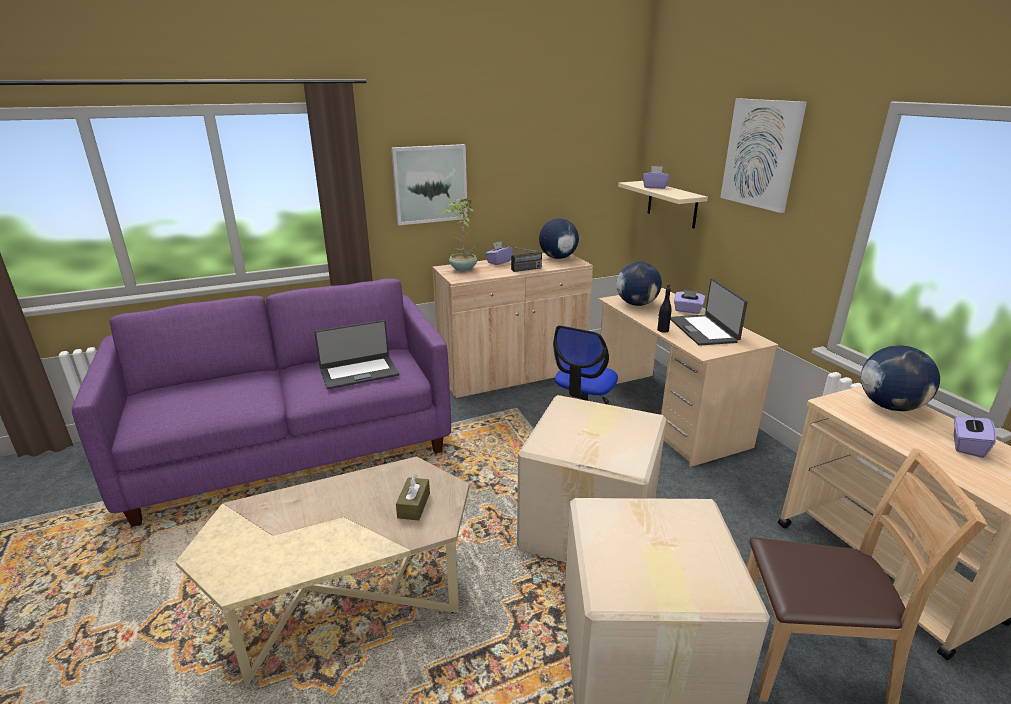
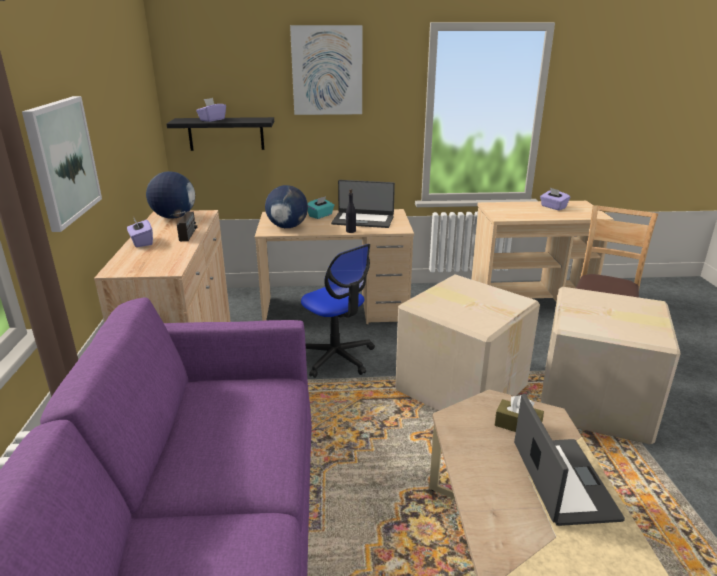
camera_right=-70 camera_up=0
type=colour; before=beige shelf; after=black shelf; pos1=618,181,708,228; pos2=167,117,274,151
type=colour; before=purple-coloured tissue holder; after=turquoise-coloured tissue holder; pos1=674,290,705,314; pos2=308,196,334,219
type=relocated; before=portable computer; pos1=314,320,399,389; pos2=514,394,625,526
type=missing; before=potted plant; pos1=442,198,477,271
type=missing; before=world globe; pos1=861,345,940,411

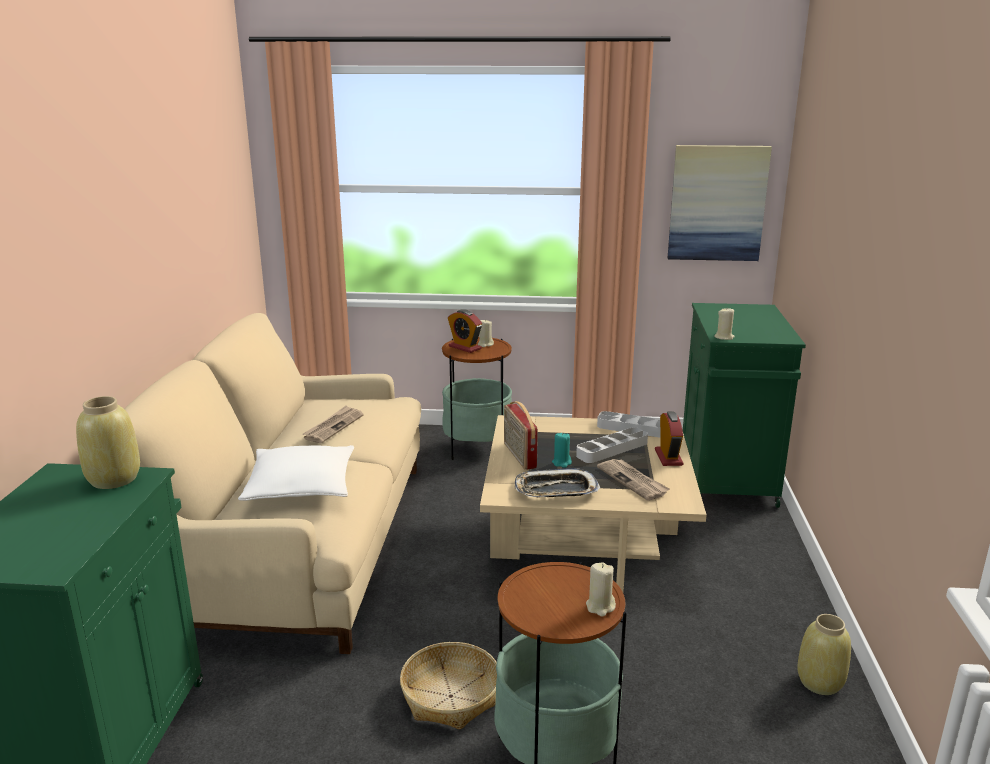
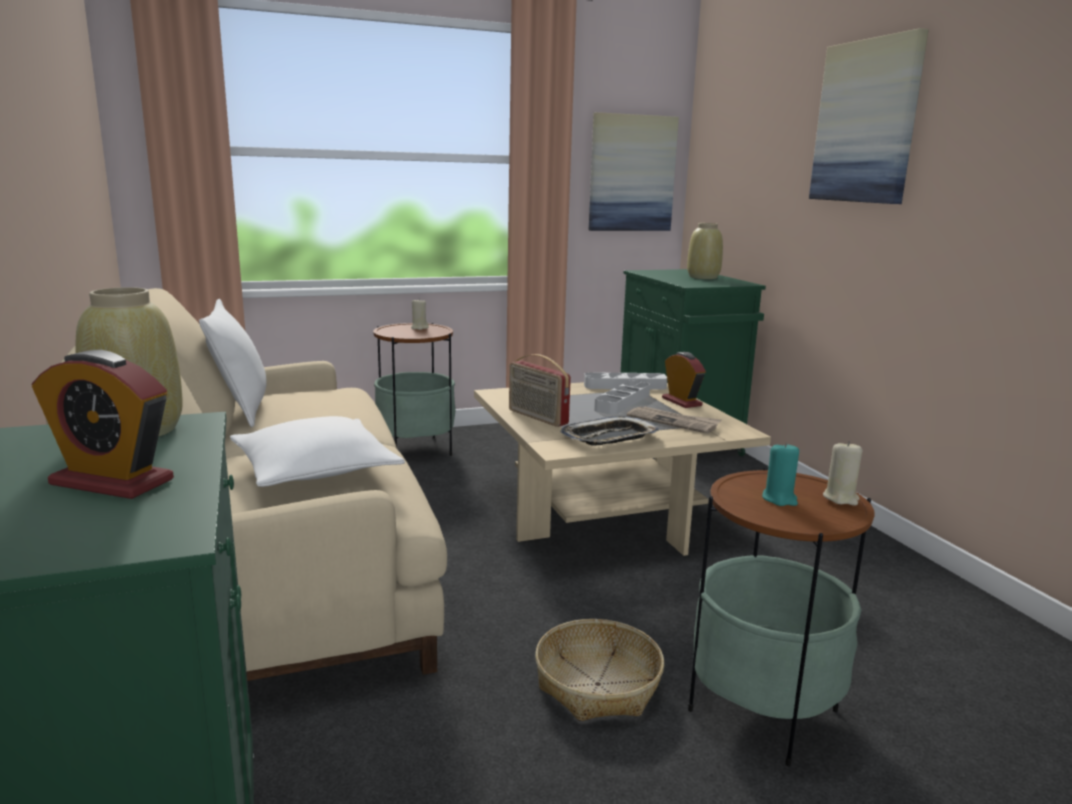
camera_right=-25 camera_up=-5
type=relocated; before=alarm clock; pos1=448,309,482,353; pos2=32,350,174,499
type=appeared; after=whitish cushion; pos2=199,299,267,427
type=relocated; before=beige flower vase; pos1=797,614,851,695; pos2=687,223,723,279
type=relocated; before=turquoise-coloured wax candle; pos1=552,432,572,468; pos2=762,442,799,506
type=appeared; after=wall art; pos2=809,28,929,204
type=missing; before=newspaper; pos1=302,405,363,443
type=missing; before=beige wax candle; pos1=714,307,735,340

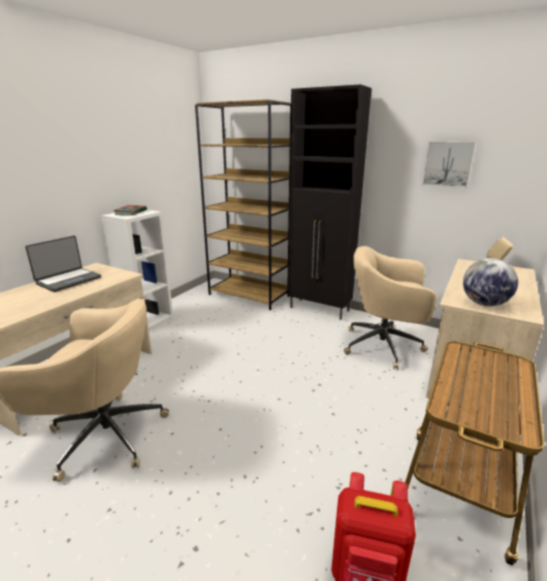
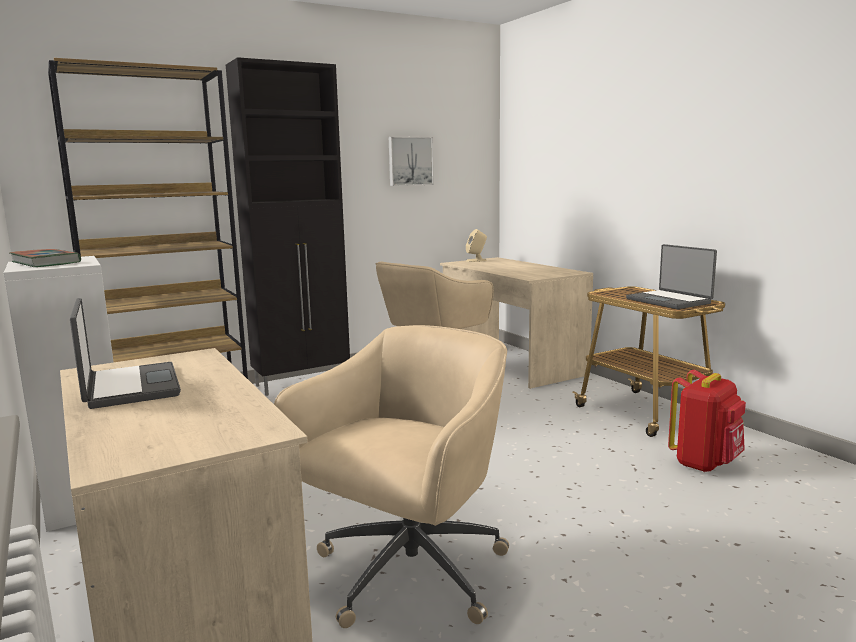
camera_right=-60 camera_up=-10
type=appeared; after=portable computer; pos2=626,244,717,309
type=missing; before=world globe; pos1=463,258,518,306

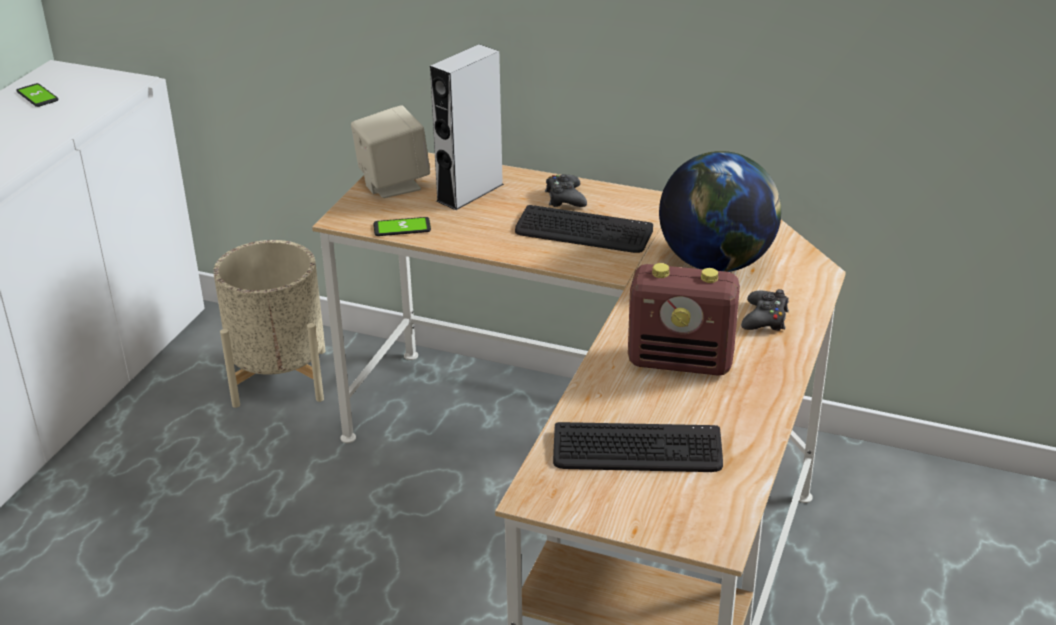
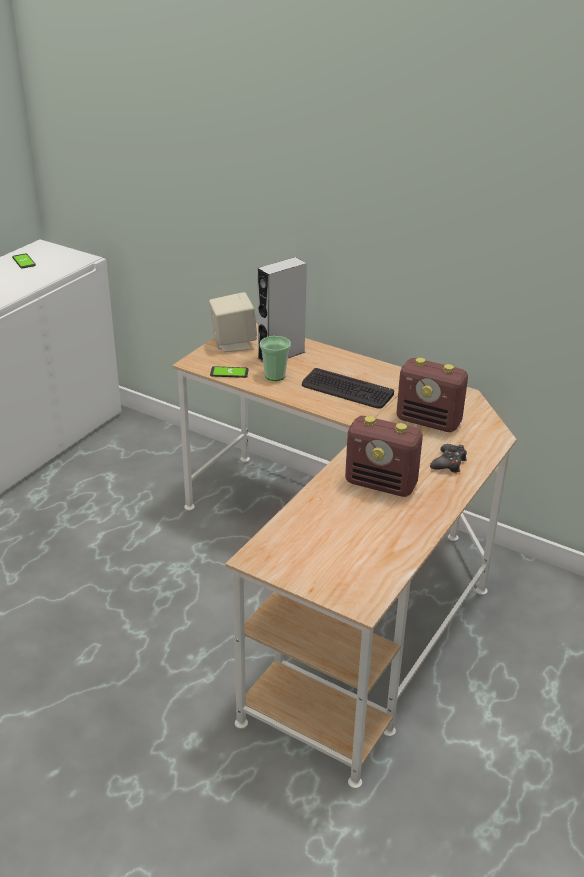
camera_right=10 camera_up=0
type=appeared; after=cup; pos2=260,336,291,381
type=exchanged; before=world globe; after=radio receiver; pos1=659,151,781,272; pos2=396,358,468,432
type=missing; before=beige planter; pos1=213,240,326,408
type=missing; before=black gamepad; pos1=545,174,587,207
type=missing; before=PC keyboard; pos1=553,422,723,472

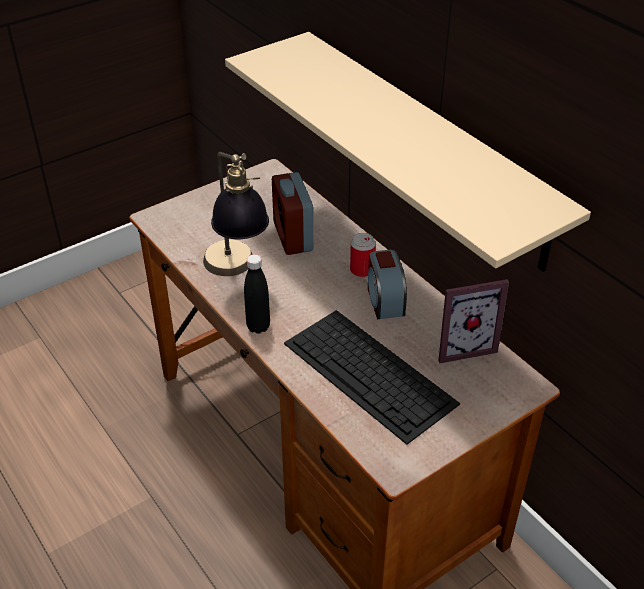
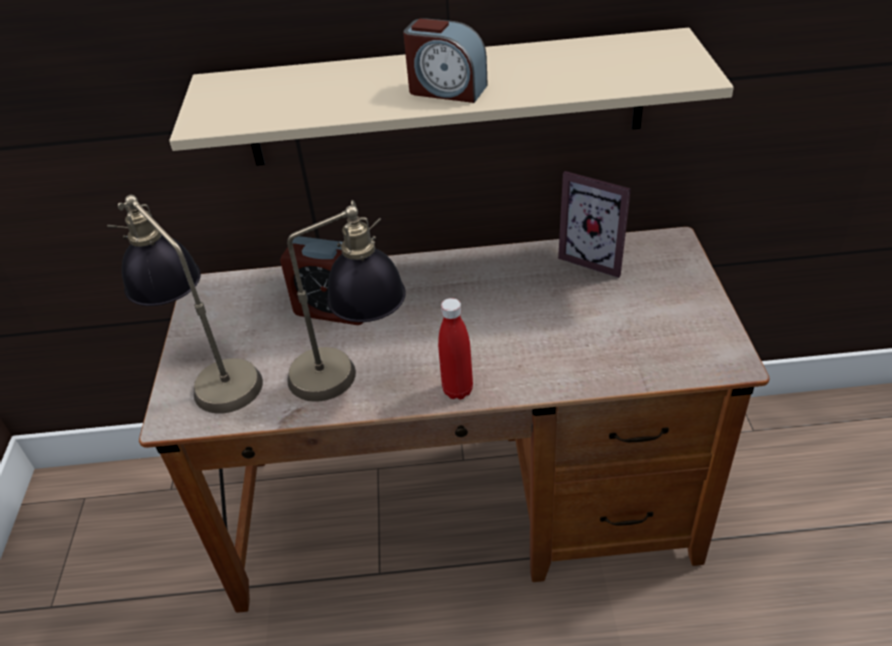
camera_right=-55 camera_up=0
type=appeared; after=table lamp; pos2=107,195,263,414
type=relocated; before=alarm clock; pos1=368,250,407,319; pos2=403,18,488,103
type=colour; before=black drink bottle; after=red-coloured drink bottle; pos1=244,254,270,334; pos2=438,298,473,400
type=spun; before=standing frame; pos1=438,279,509,363; pos2=558,171,631,278; turn=105
type=missing; before=PC keyboard; pos1=284,310,460,445
type=missing; before=sealed can; pos1=350,233,376,277

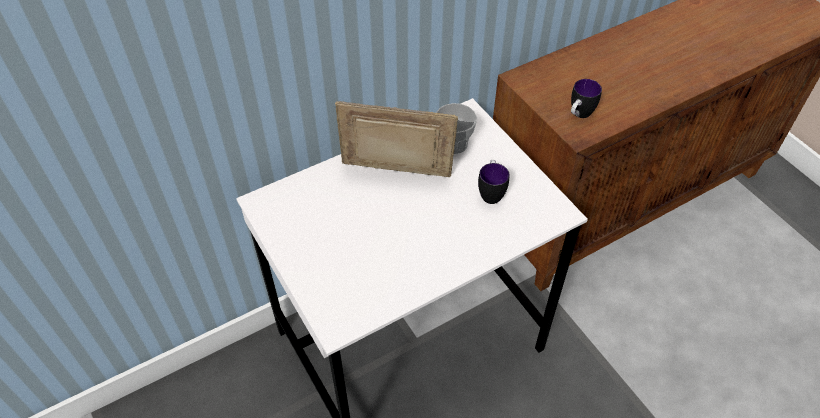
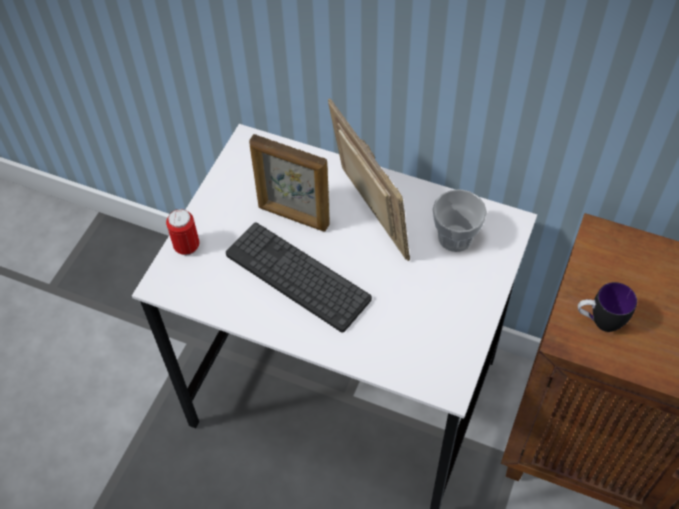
camera_right=55 camera_up=5
type=appeared; after=sealed can; pos2=166,209,200,255
type=appeared; after=PC keyboard; pos2=226,222,372,333
type=appeared; after=standing frame; pos2=249,134,330,231
type=missing; before=tea mug; pos1=478,160,510,204

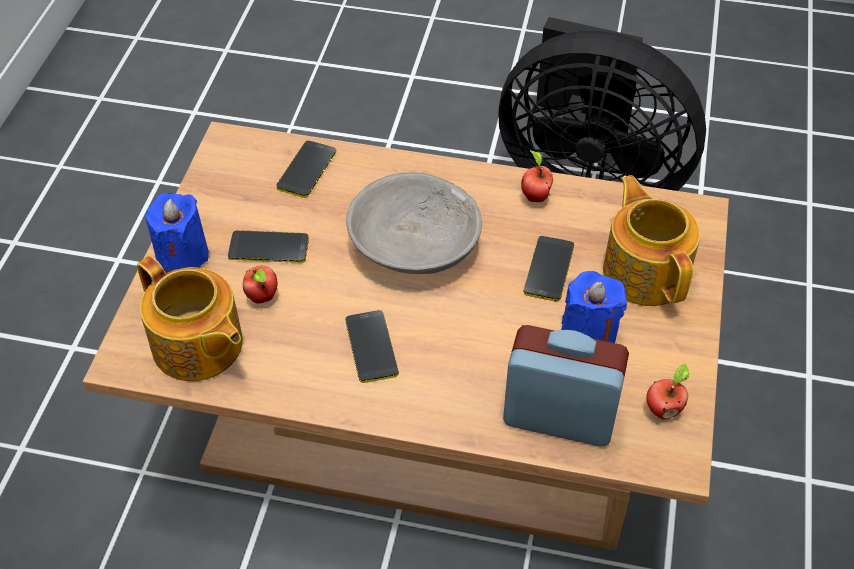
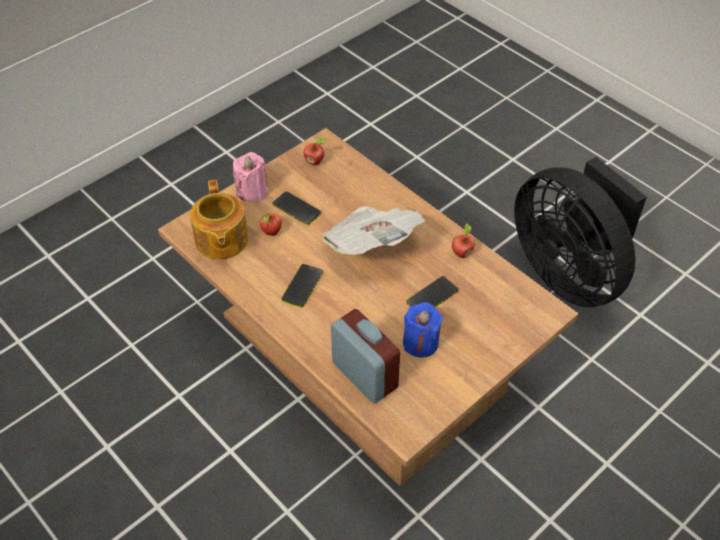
camera_right=35 camera_up=0
type=colour; before=bluish wax candle; after=pinkish wax candle; pos1=145,193,209,273; pos2=233,152,268,202
type=relocated; before=whole apple; pos1=646,364,689,419; pos2=303,137,327,165
type=exchanged; before=grey bowl; after=newspaper; pos1=346,172,482,274; pos2=320,206,425,255
type=missing; before=handset; pos1=276,141,336,198
type=missing; before=tea pot; pos1=603,175,700,306

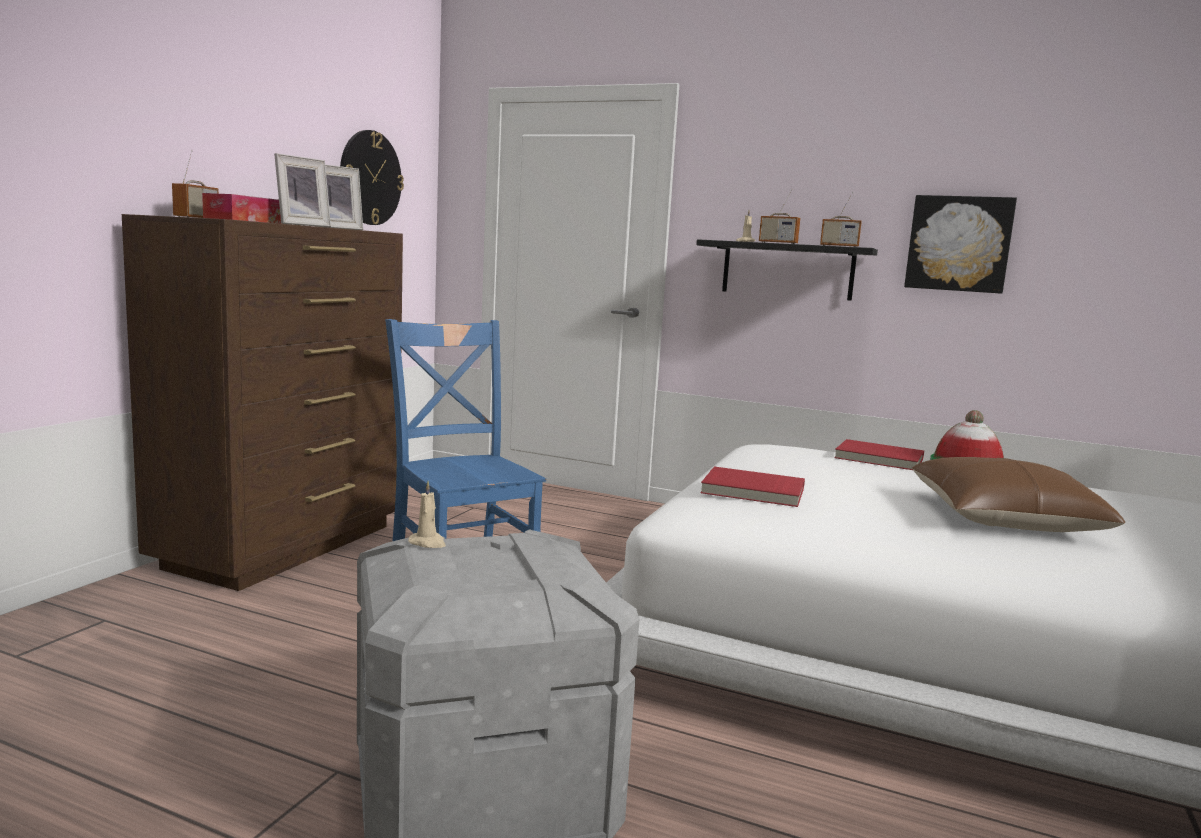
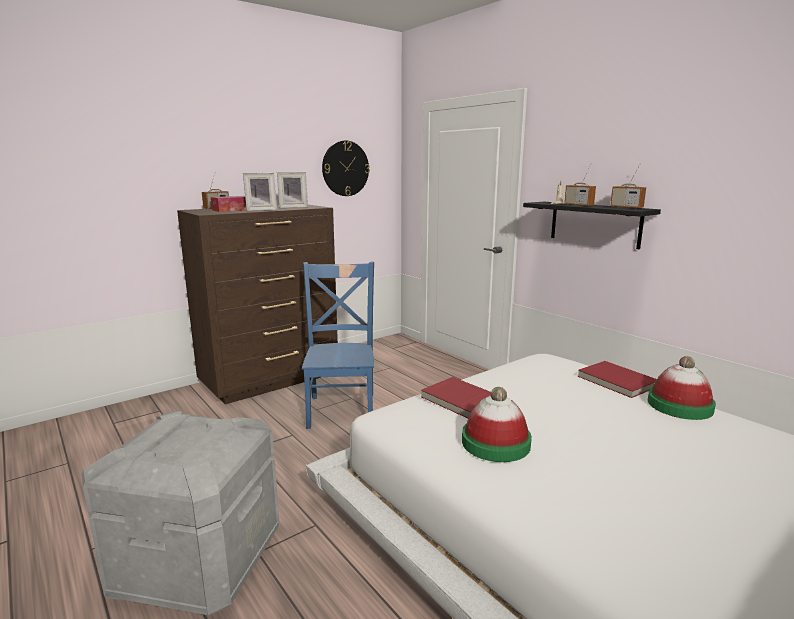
camera_right=30 camera_up=5
type=appeared; after=hat; pos2=462,387,532,462
type=missing; before=beige wax candle; pos1=408,481,446,548
type=missing; before=wall art; pos1=904,195,1017,294
type=missing; before=brown cushion; pos1=912,457,1126,532

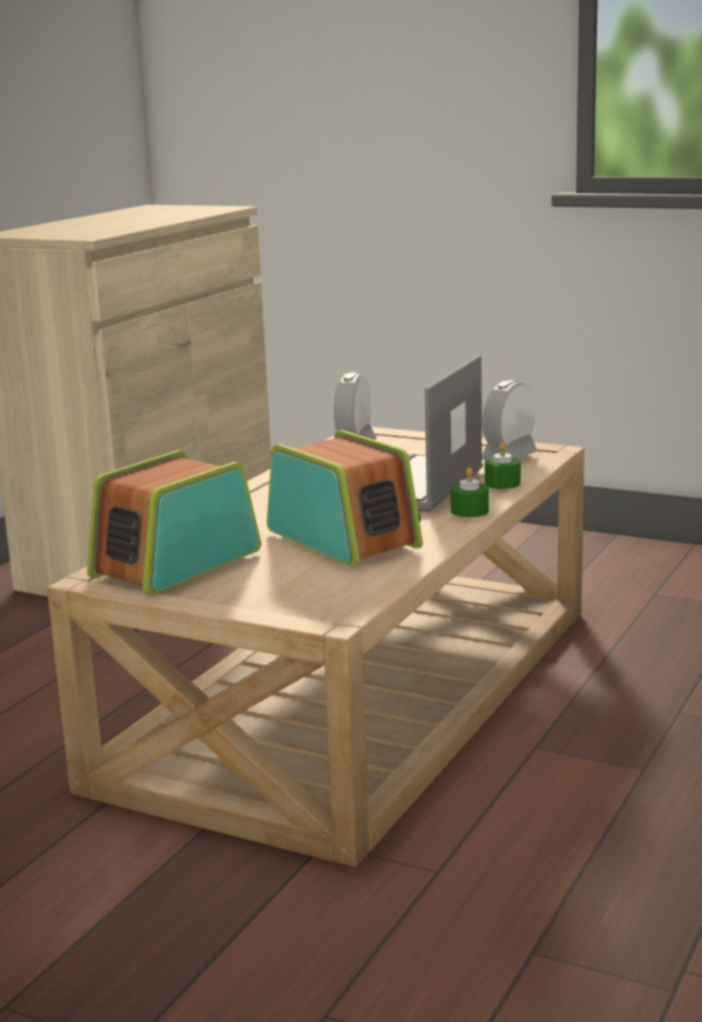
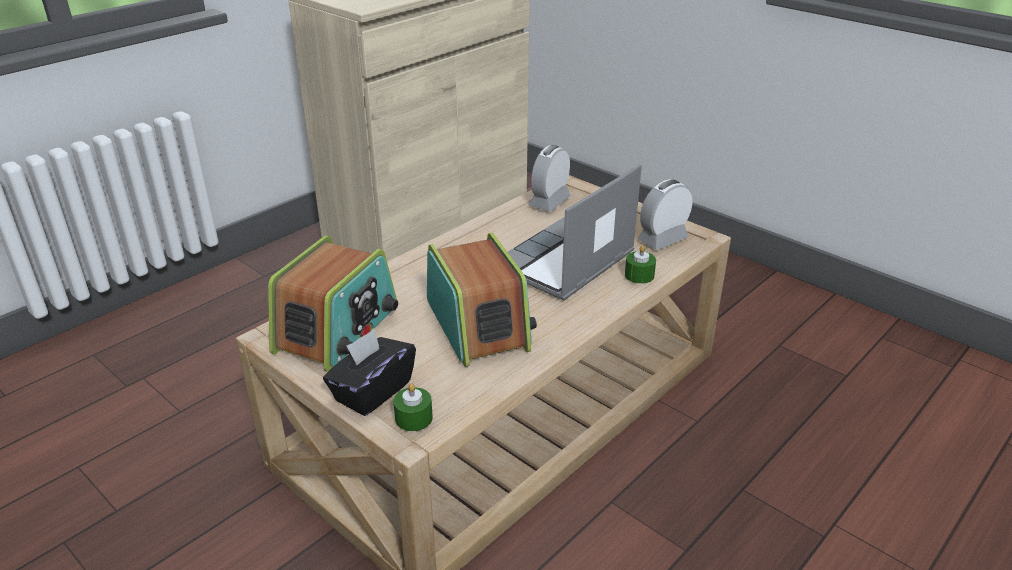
camera_right=15 camera_up=15
type=spun; before=radio receiver; pos1=87,450,261,595; pos2=268,236,398,372; turn=150
type=appeared; after=black tissue holder; pos2=323,328,416,416
type=relocated; before=greenish wax candle; pos1=451,468,489,517; pos2=393,383,433,431

